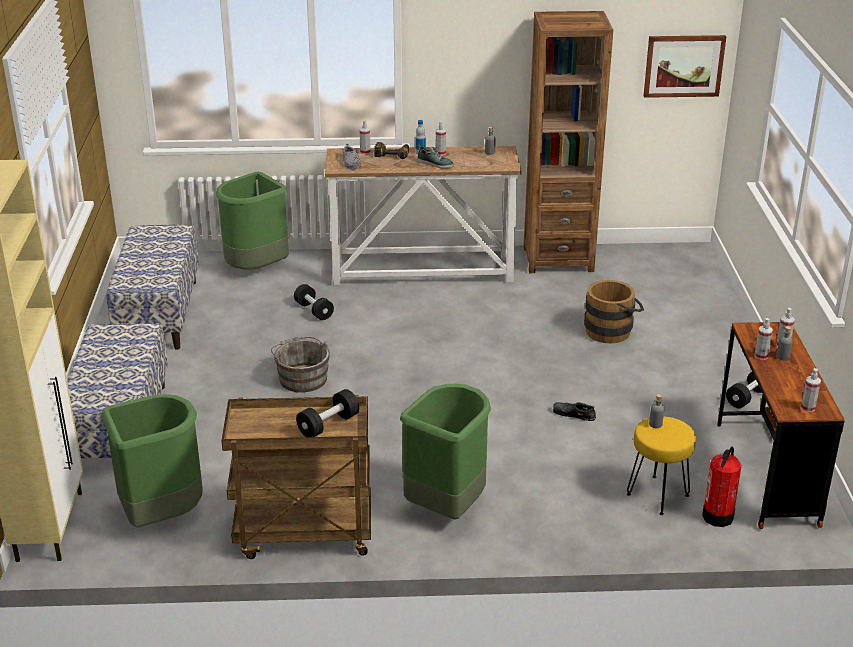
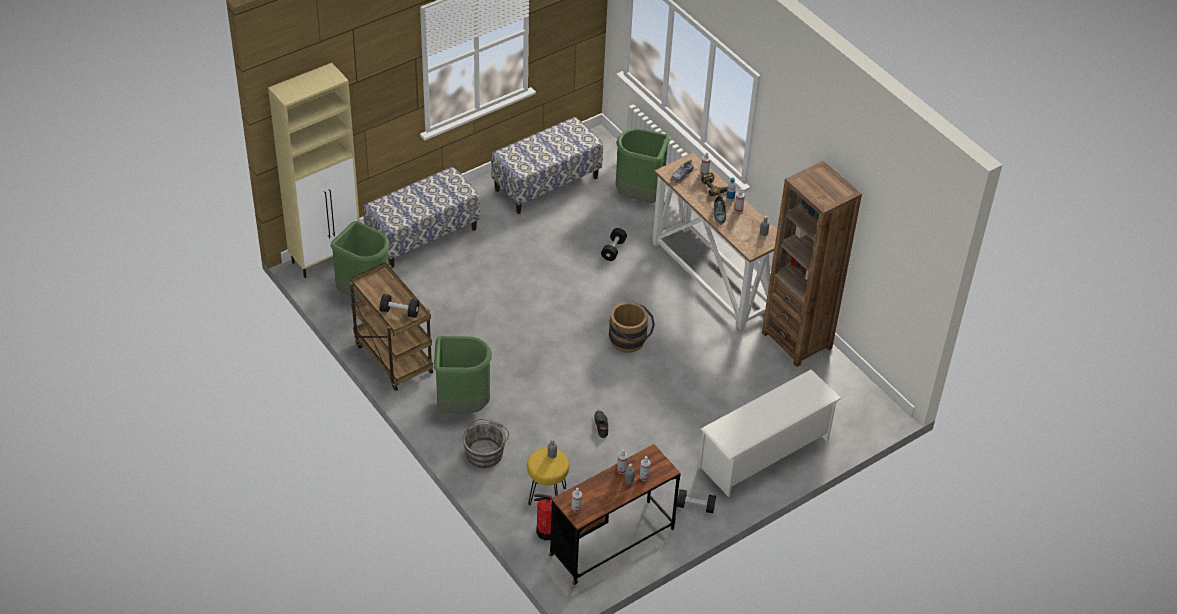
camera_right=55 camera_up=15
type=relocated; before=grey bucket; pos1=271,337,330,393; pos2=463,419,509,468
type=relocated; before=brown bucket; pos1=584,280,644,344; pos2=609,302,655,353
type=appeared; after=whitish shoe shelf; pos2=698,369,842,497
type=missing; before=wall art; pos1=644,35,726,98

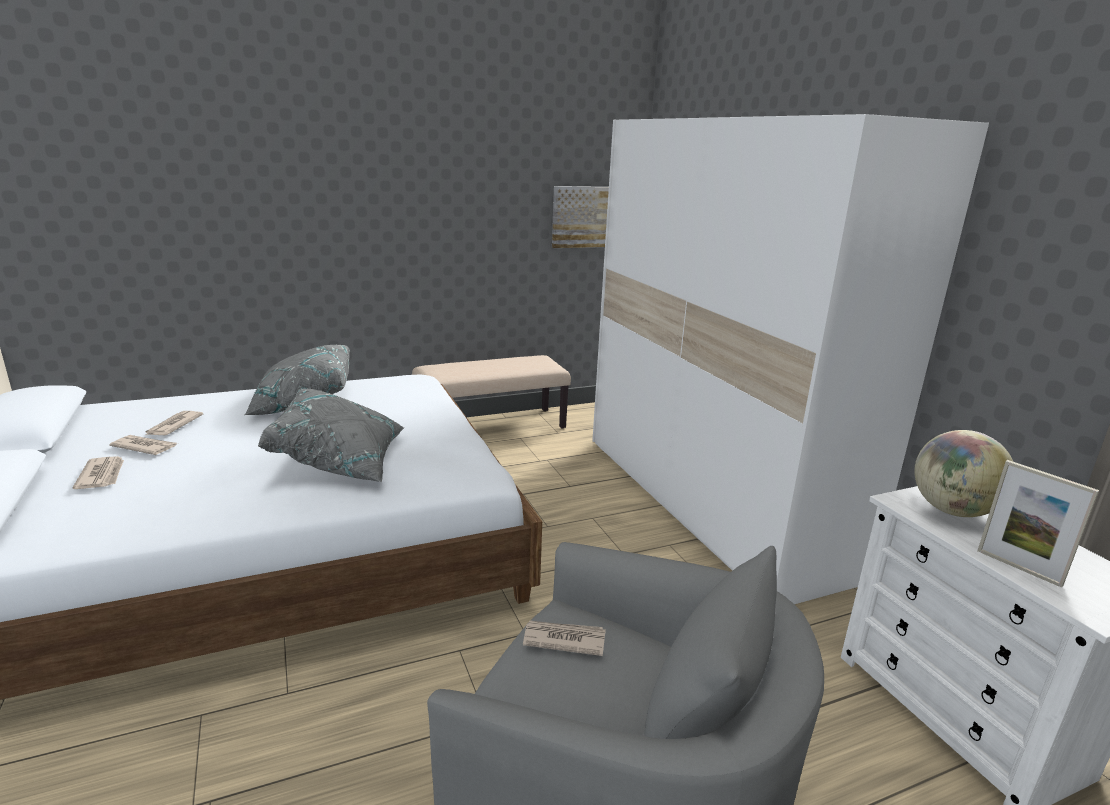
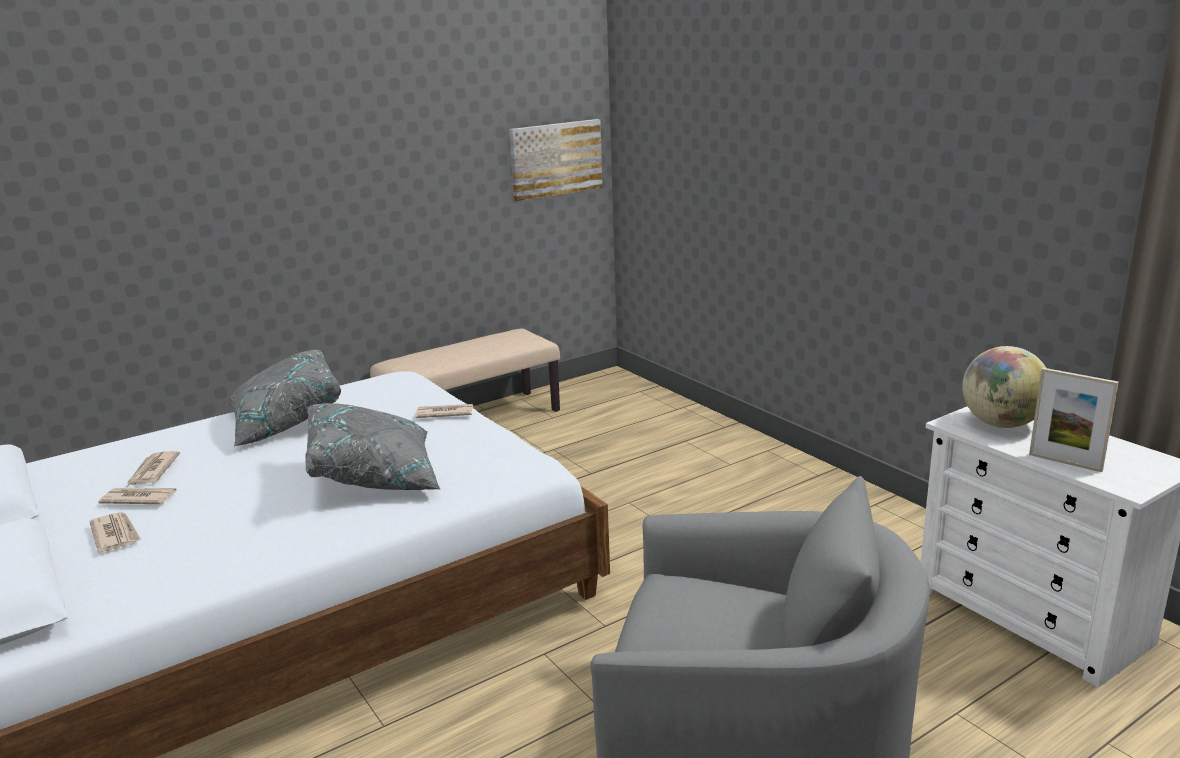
camera_right=-10 camera_up=0
type=relocated; before=newspaper; pos1=523,621,606,656; pos2=416,404,473,418
type=missing; before=whitish clothes cupboard; pos1=592,114,989,604

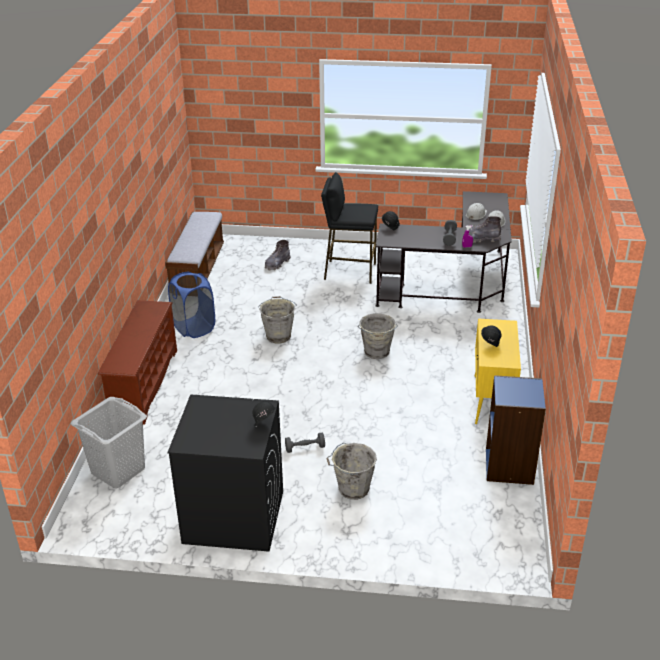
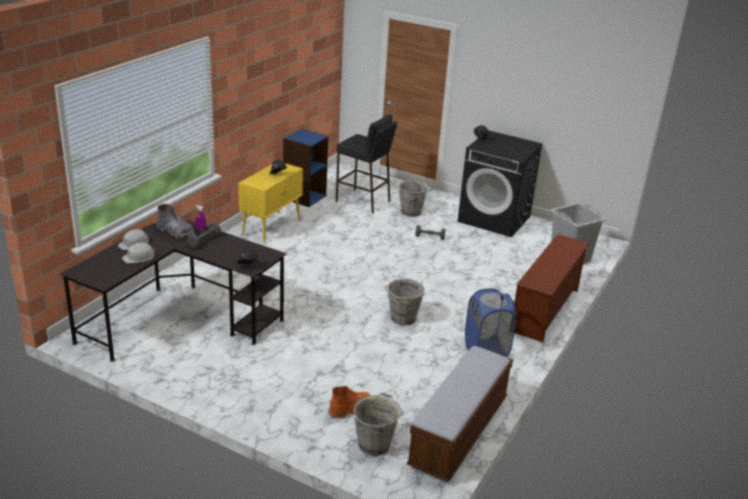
camera_right=-160 camera_up=-5
type=colour; before=grey high-top boot; after=orangey high-top boot; pos1=265,240,291,270; pos2=328,386,370,418
type=relocated; before=black stool seat; pos1=321,172,378,284; pos2=336,114,397,213
type=relocated; before=grey bucket; pos1=358,313,398,359; pos2=353,393,403,456

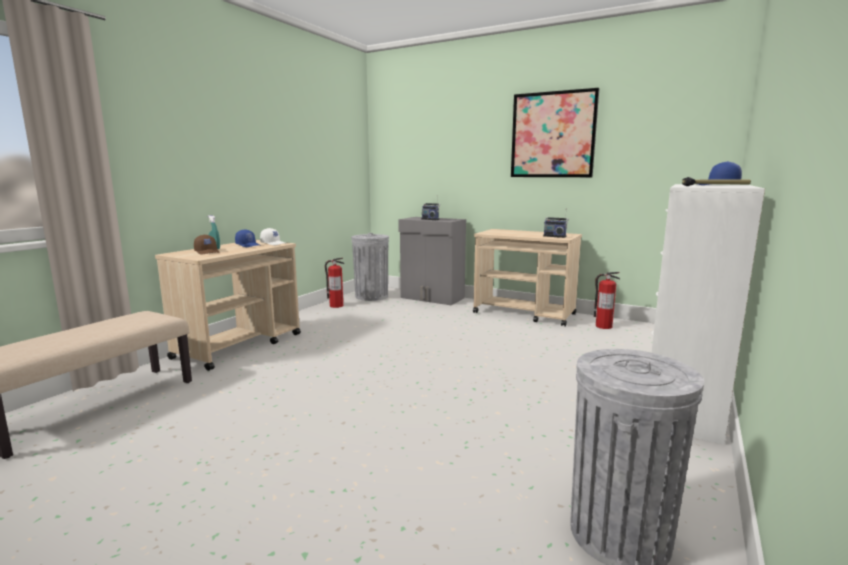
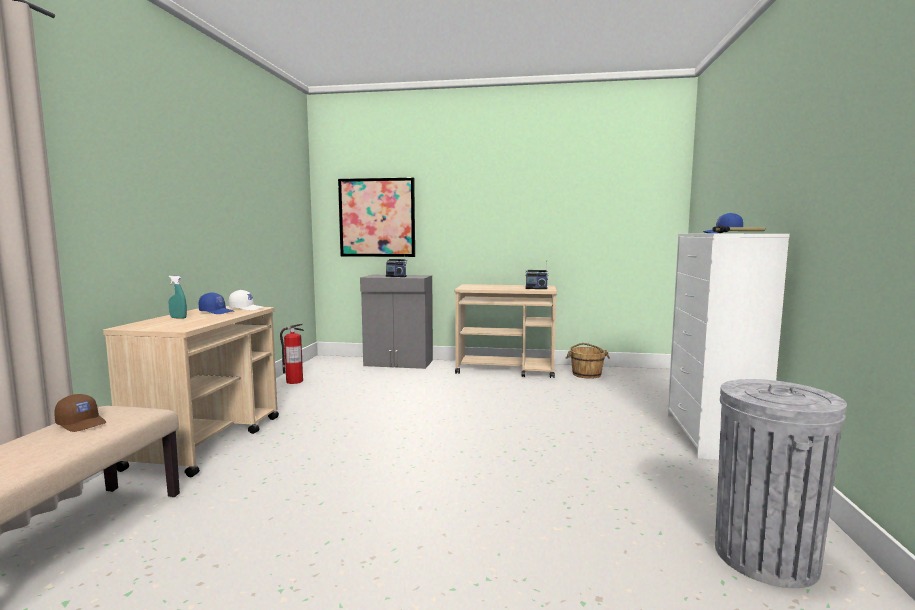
camera_right=-20 camera_up=-5
type=relocated; before=brown peaked cap; pos1=194,235,220,255; pos2=54,394,106,432
type=relocated; before=wall art; pos1=511,88,599,177; pos2=338,177,415,257
type=exchanged; before=extinguisher; after=brown bucket; pos1=594,272,620,329; pos2=566,343,610,379
type=missing; before=grey waste bin; pos1=351,233,389,301

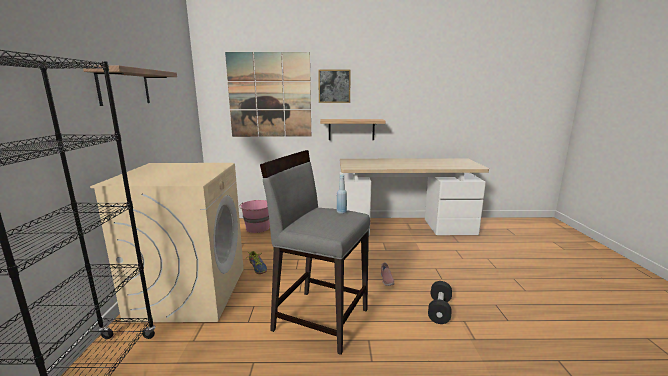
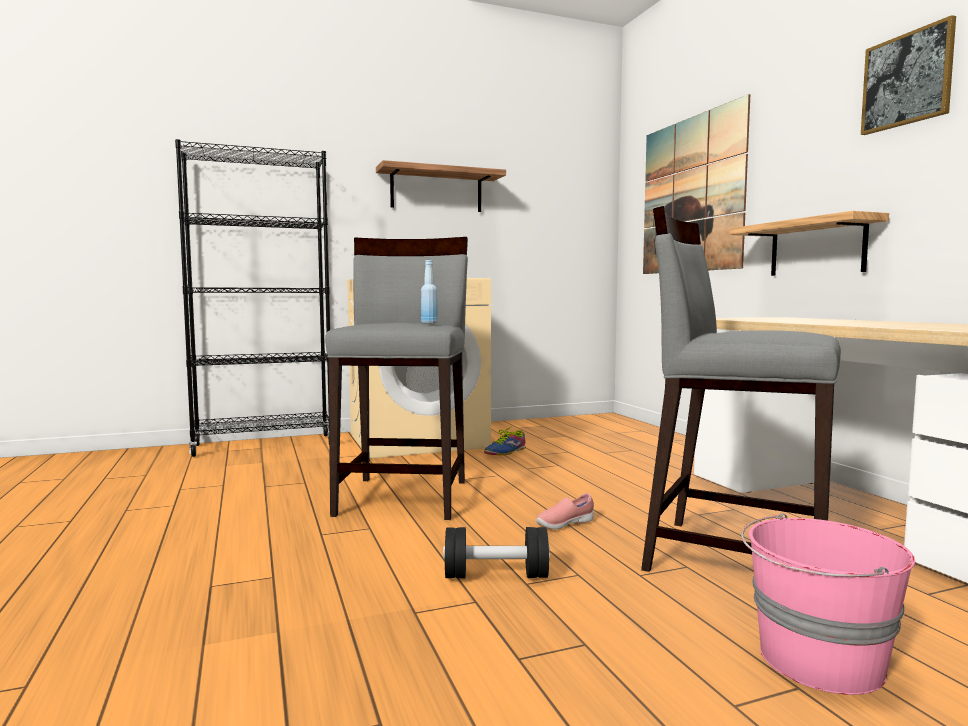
camera_right=70 camera_up=-10
type=appeared; after=grey stool seat; pos2=641,206,840,572
type=relocated; before=pinkish bucket; pos1=240,200,270,233; pos2=741,513,915,695
type=relocated; before=wall art; pos1=318,70,351,103; pos2=861,15,956,135

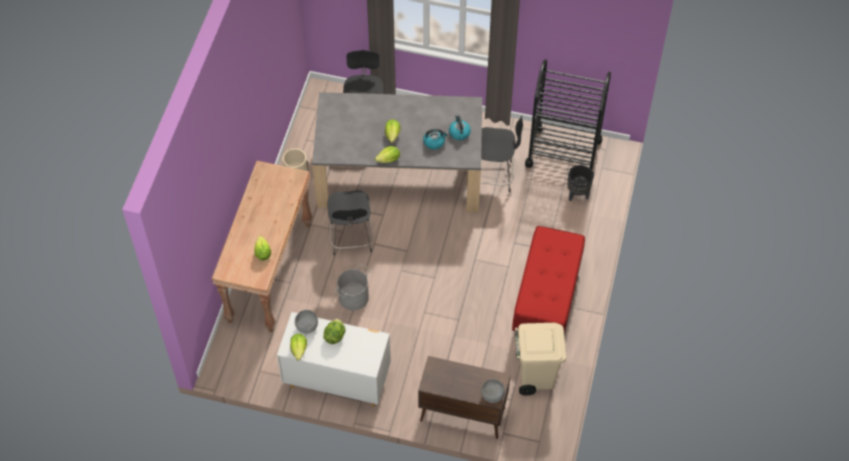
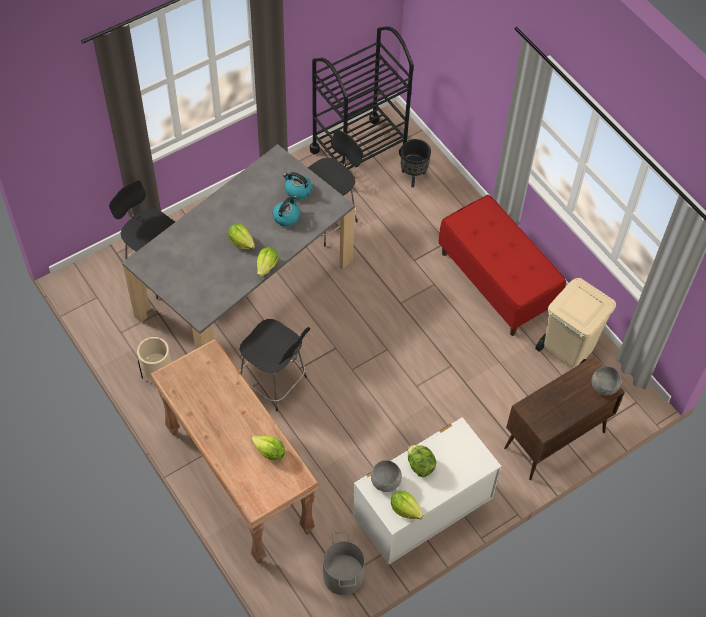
camera_right=-50 camera_up=0
type=relocated; before=grey bucket; pos1=334,264,370,311; pos2=323,531,365,595

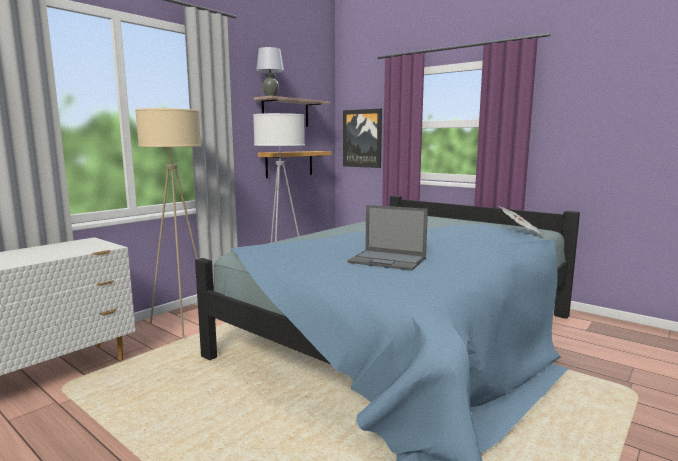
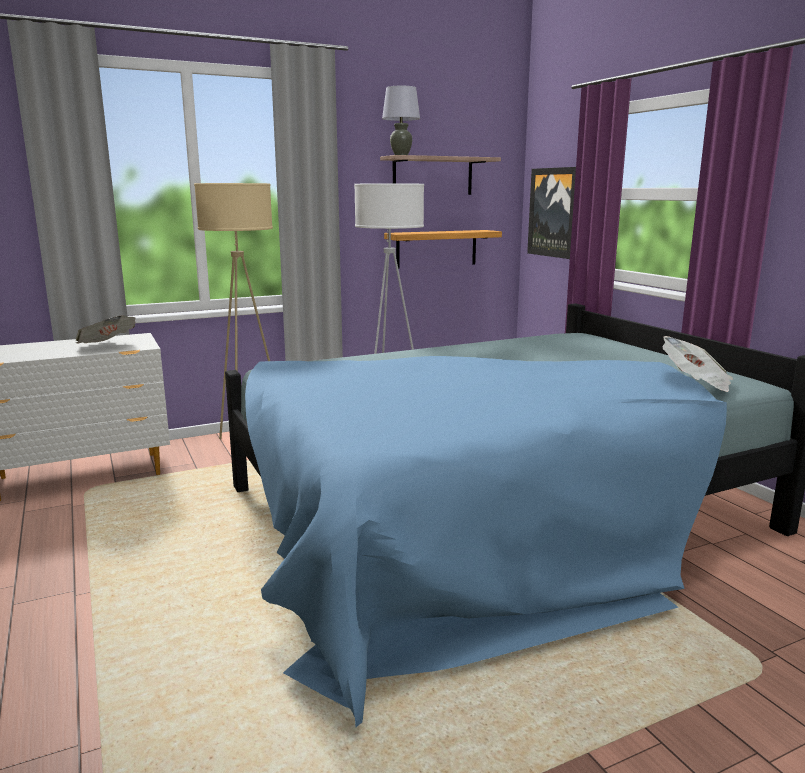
camera_right=25 camera_up=5
type=appeared; after=newspaper; pos2=75,315,136,344
type=missing; before=portable computer; pos1=347,205,428,271

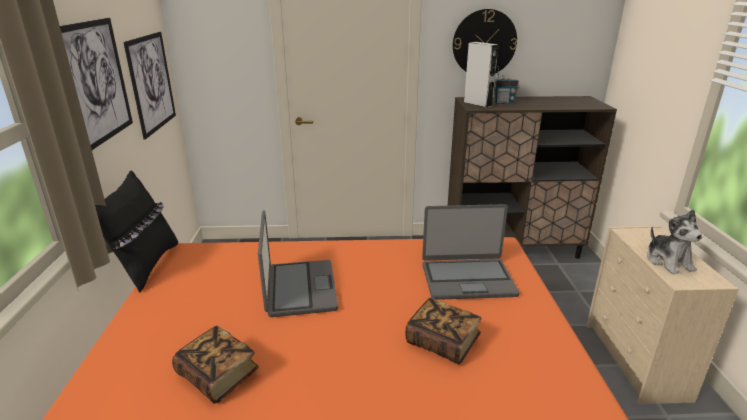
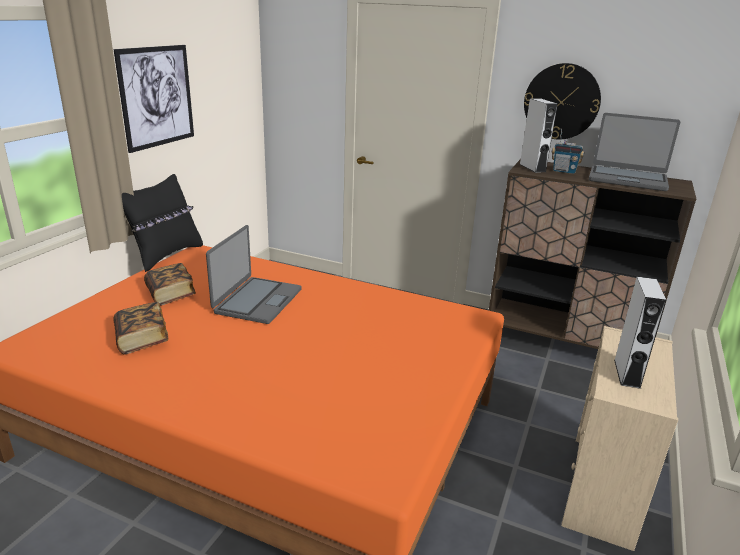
camera_right=25 camera_up=0
type=relocated; before=book; pos1=405,298,481,364; pos2=144,263,196,306
type=relocated; before=portable computer; pos1=422,204,519,300; pos2=589,113,680,191
type=exchanged; before=soft toy; after=grey speaker; pos1=647,209,702,274; pos2=614,277,666,389
type=missing; before=wall art; pos1=123,32,176,139

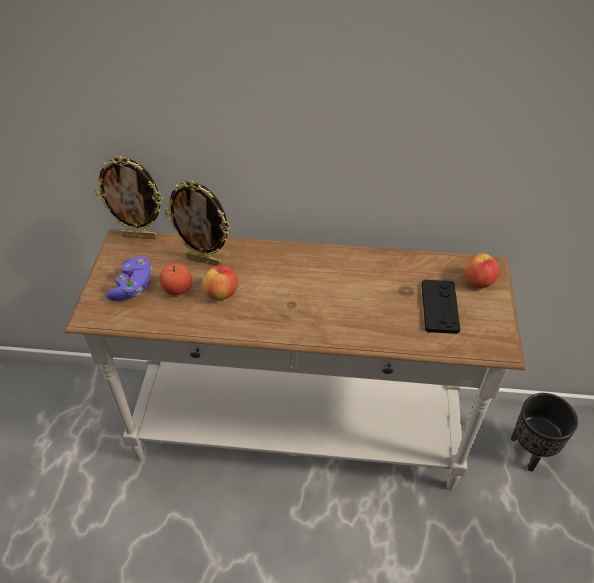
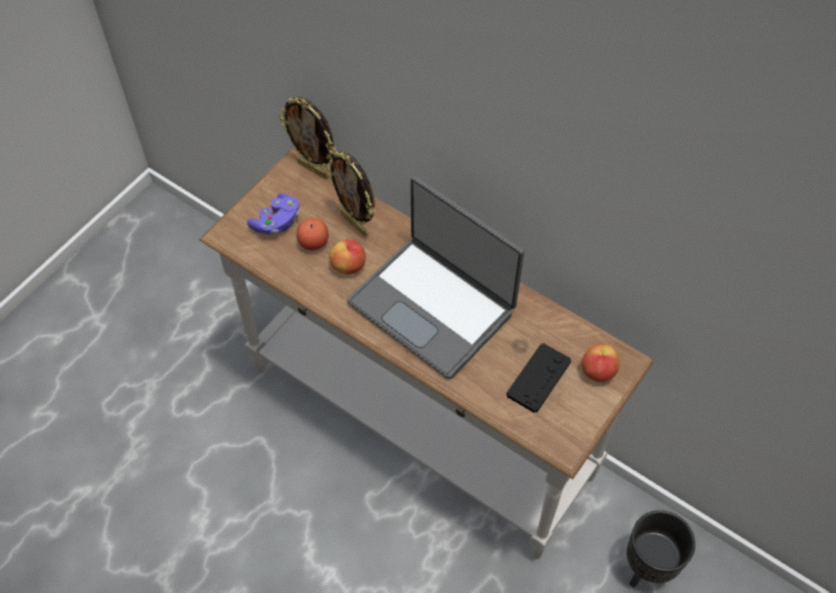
camera_right=30 camera_up=10
type=appeared; after=portable computer; pos2=347,176,524,379

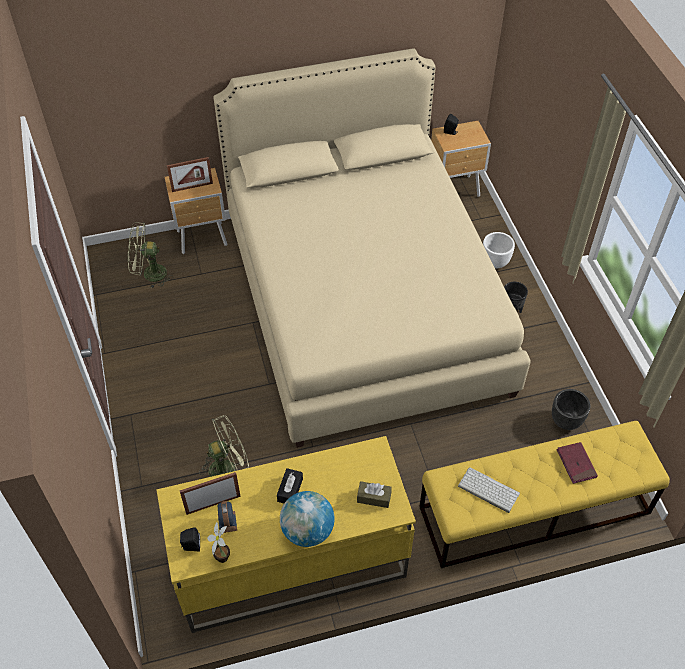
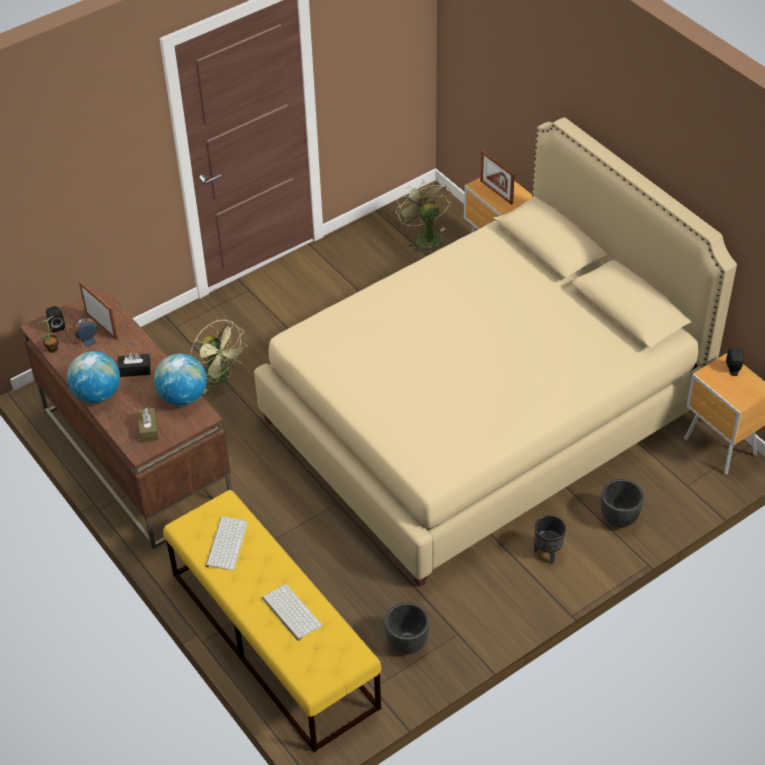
camera_right=70 camera_up=-5
type=colour; before=yellow-coloured desk unit; after=brown desk unit; pos1=157,436,416,633; pos2=20,287,232,549
type=appeared; after=world globe; pos2=154,354,207,406
type=exchanged; before=red-coloured book; after=PC keyboard; pos1=557,442,598,484; pos2=262,584,322,641
type=colour; before=whitish planter; after=black planter; pos1=483,232,515,269; pos2=601,479,644,527

